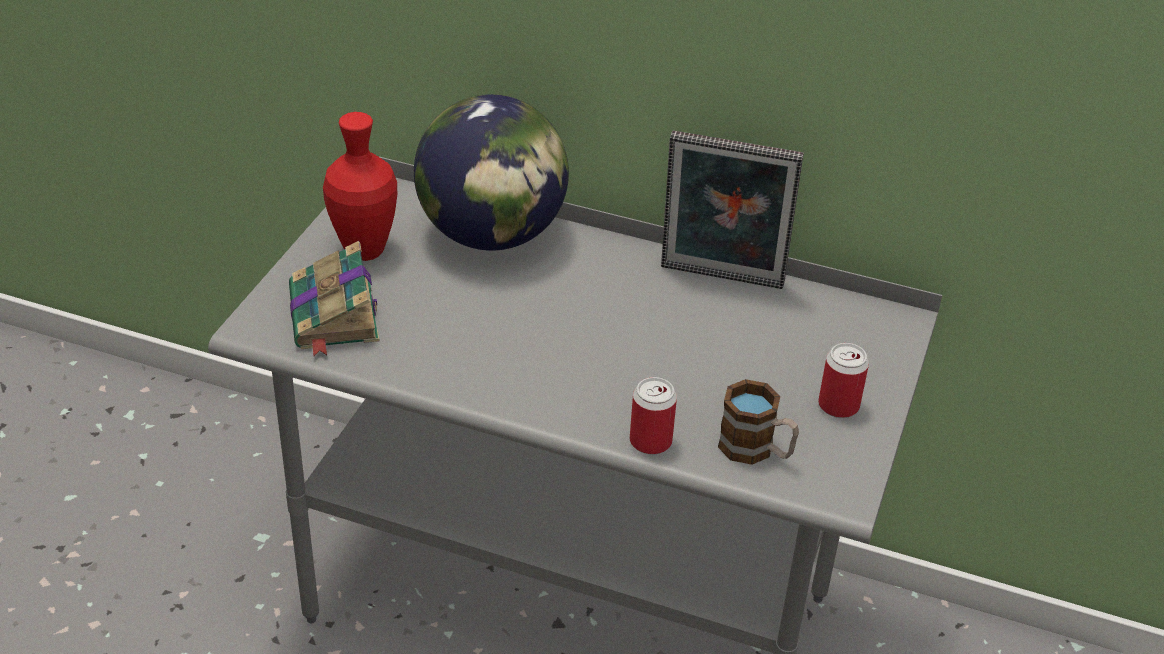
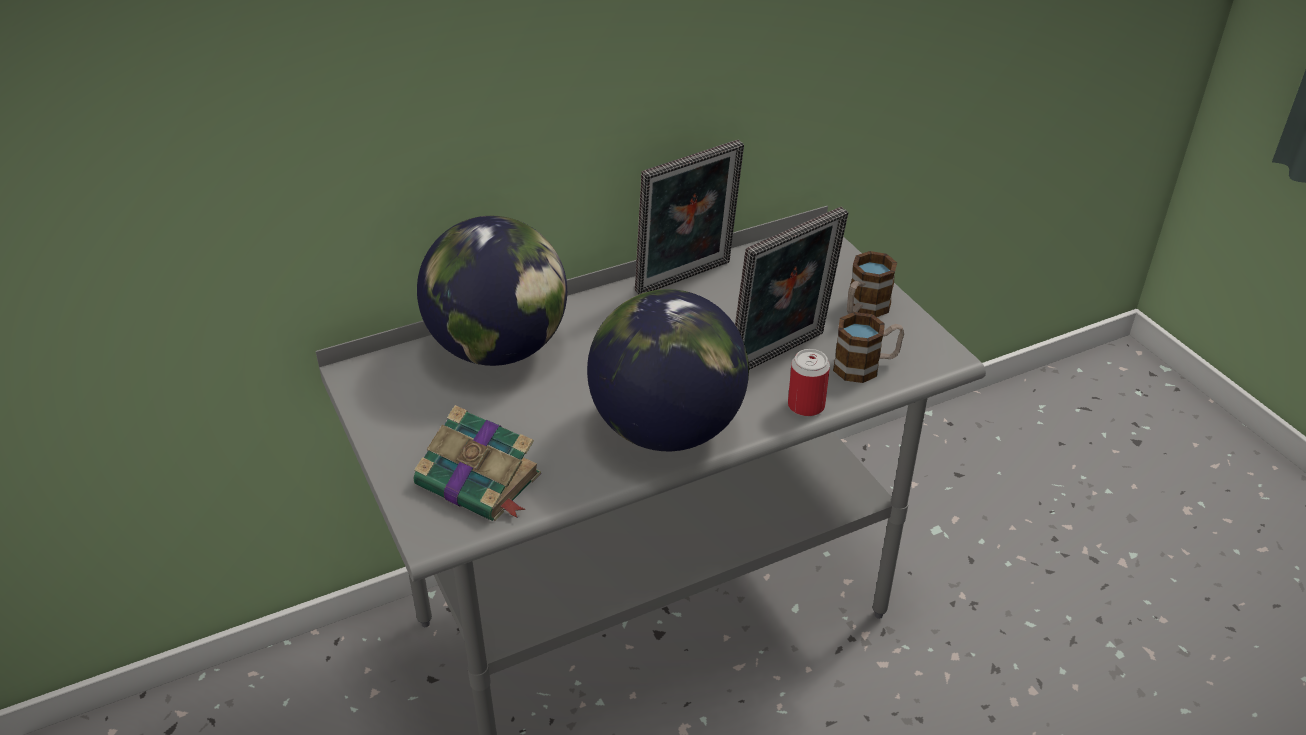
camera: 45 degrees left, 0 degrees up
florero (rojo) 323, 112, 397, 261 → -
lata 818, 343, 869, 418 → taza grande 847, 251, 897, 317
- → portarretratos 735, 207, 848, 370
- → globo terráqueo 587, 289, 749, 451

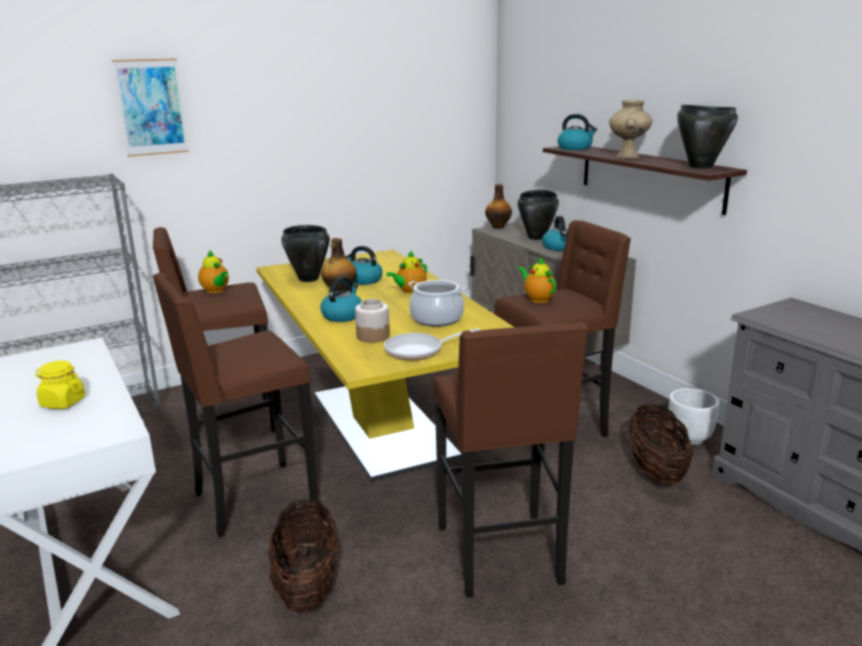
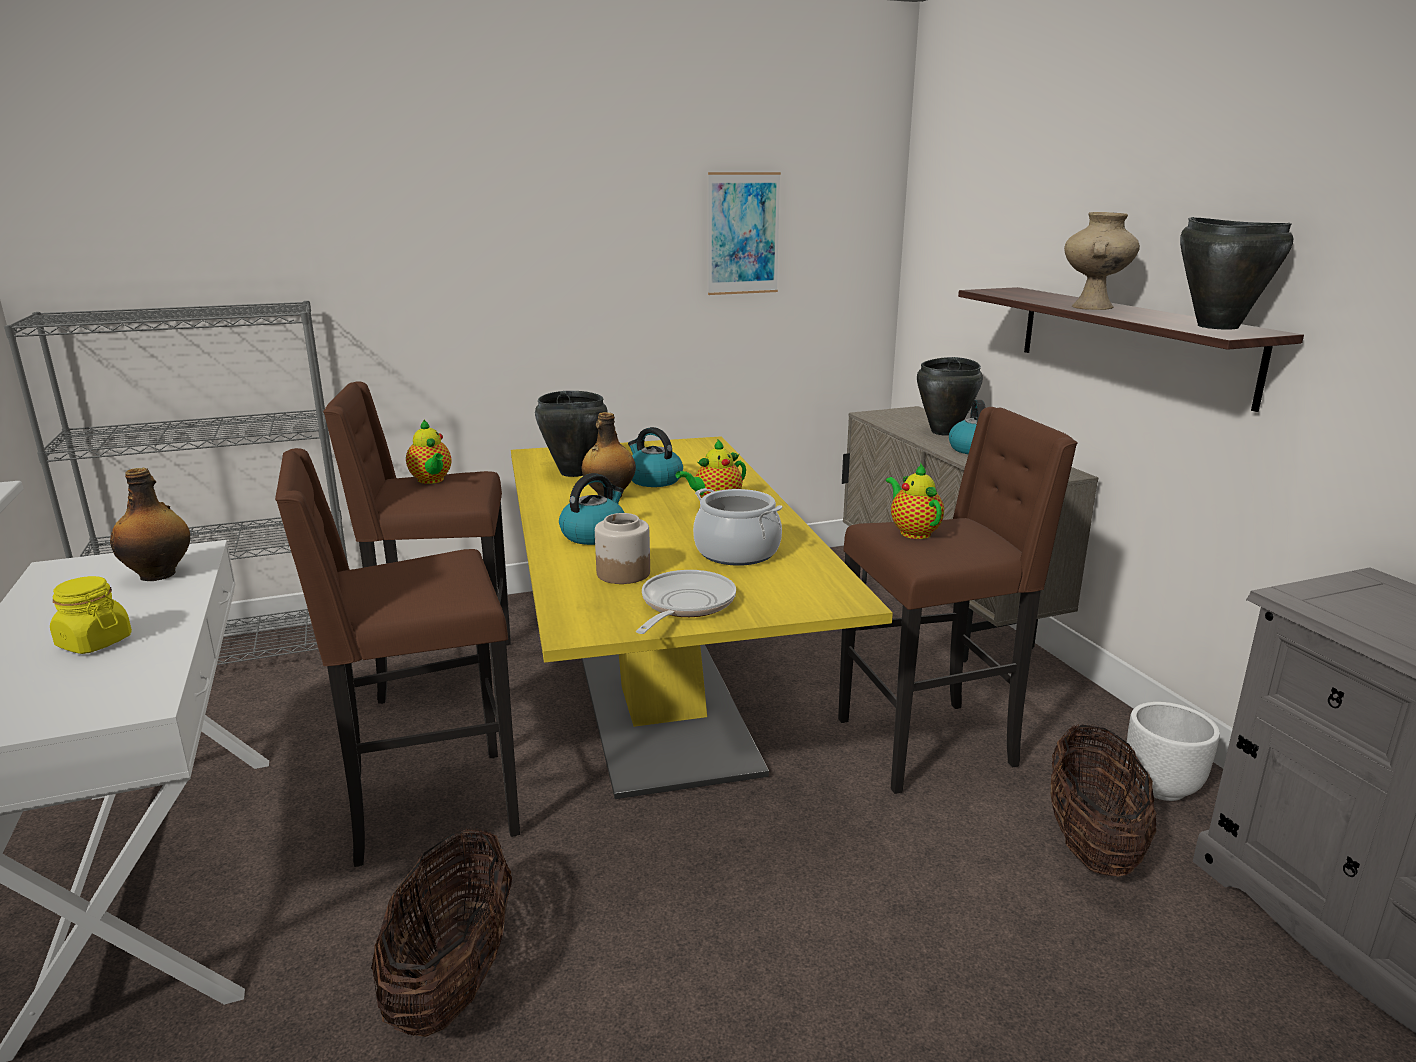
camera: 10 degrees right, 0 degrees up
cuadro 112, 58, 189, 157 → cuadro 708, 172, 781, 295, moved
hervidor 557, 114, 597, 150 → -
botella 485, 184, 512, 229 → botella 110, 468, 190, 581, moved
taburete (marrón) 433, 322, 588, 598 → -
sartén 384, 328, 480, 360 → sartén 636, 570, 736, 634, 120 degrees clockwise

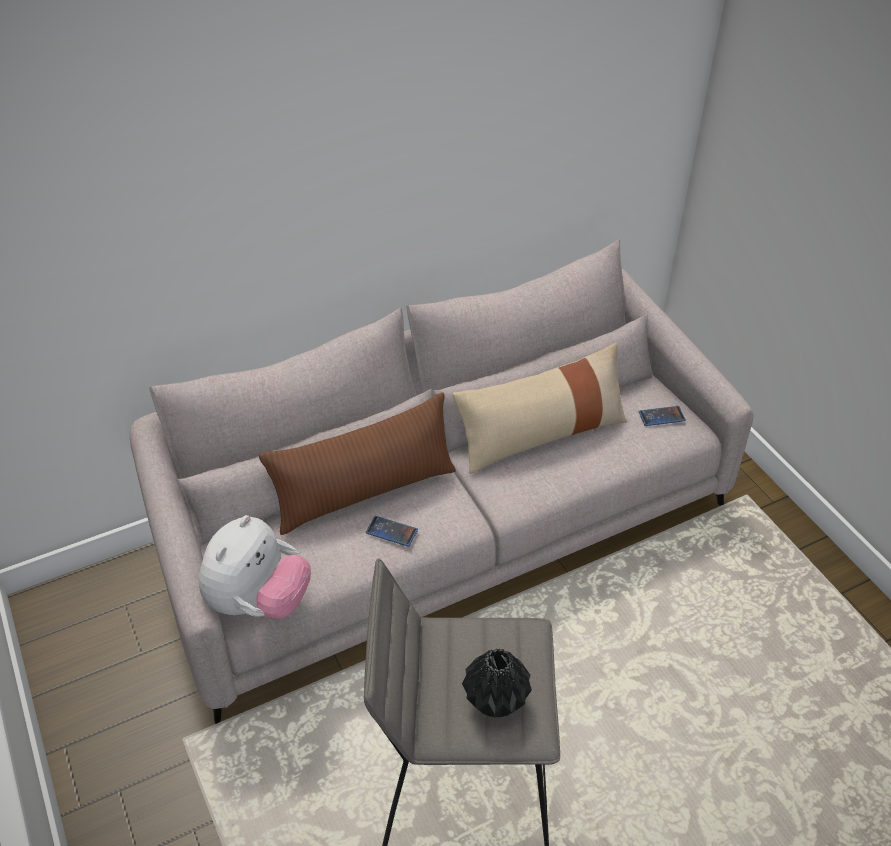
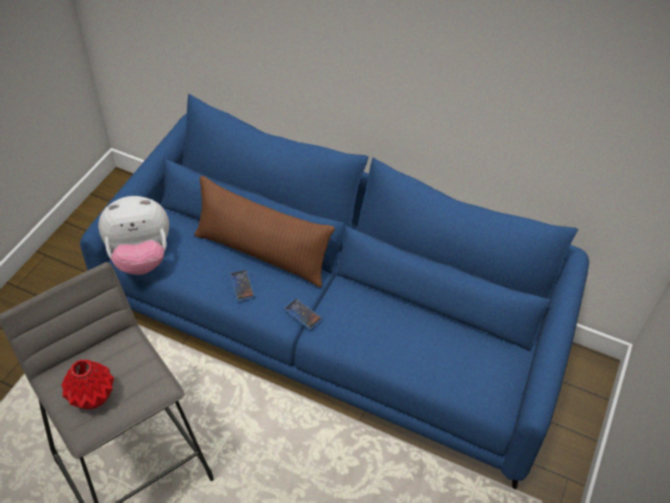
camera: 50 degrees right, 5 degrees up
sofá (gris) 130, 239, 754, 724 → sofá (azul) 80, 94, 589, 489
cojín (beis) 452, 343, 627, 474 → -
móvil 639, 406, 686, 426 → móvil 284, 298, 323, 330, moved
florero (negro) 462, 648, 532, 717 → florero (rojo) 61, 359, 114, 409

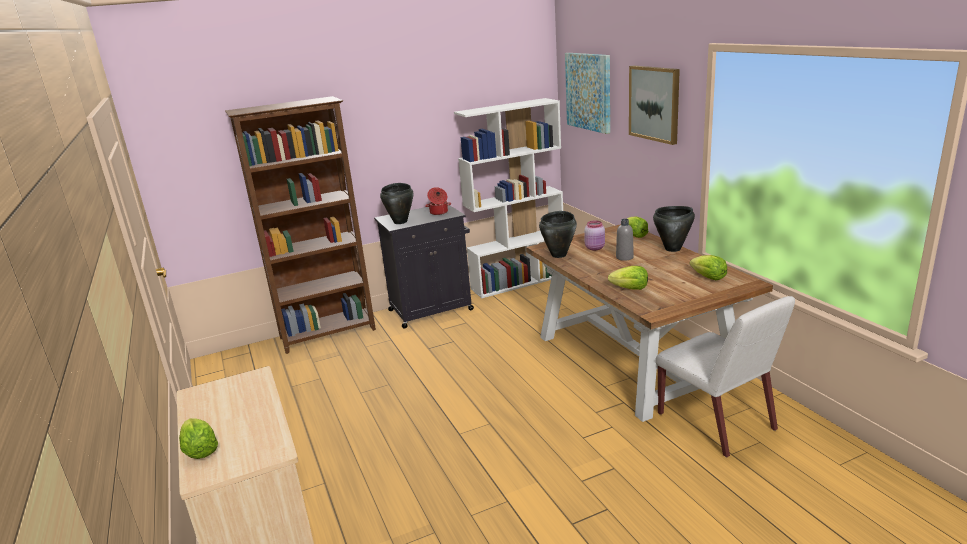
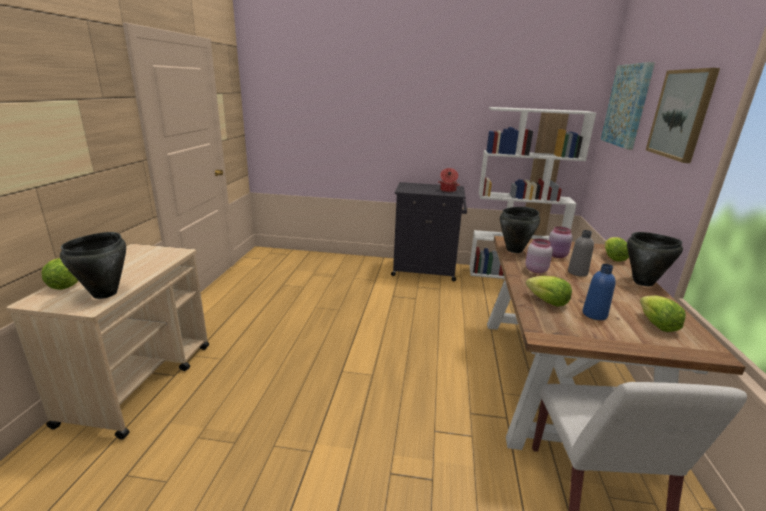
camera: 30 degrees right, 0 degrees up
estantería (marrón) 225, 96, 376, 354 → -
olla (negro) 380, 183, 413, 224 → olla (negro) 60, 232, 126, 299, moved
- → tarro (rosa) 525, 239, 553, 273
- → botella (azul) 583, 264, 616, 320

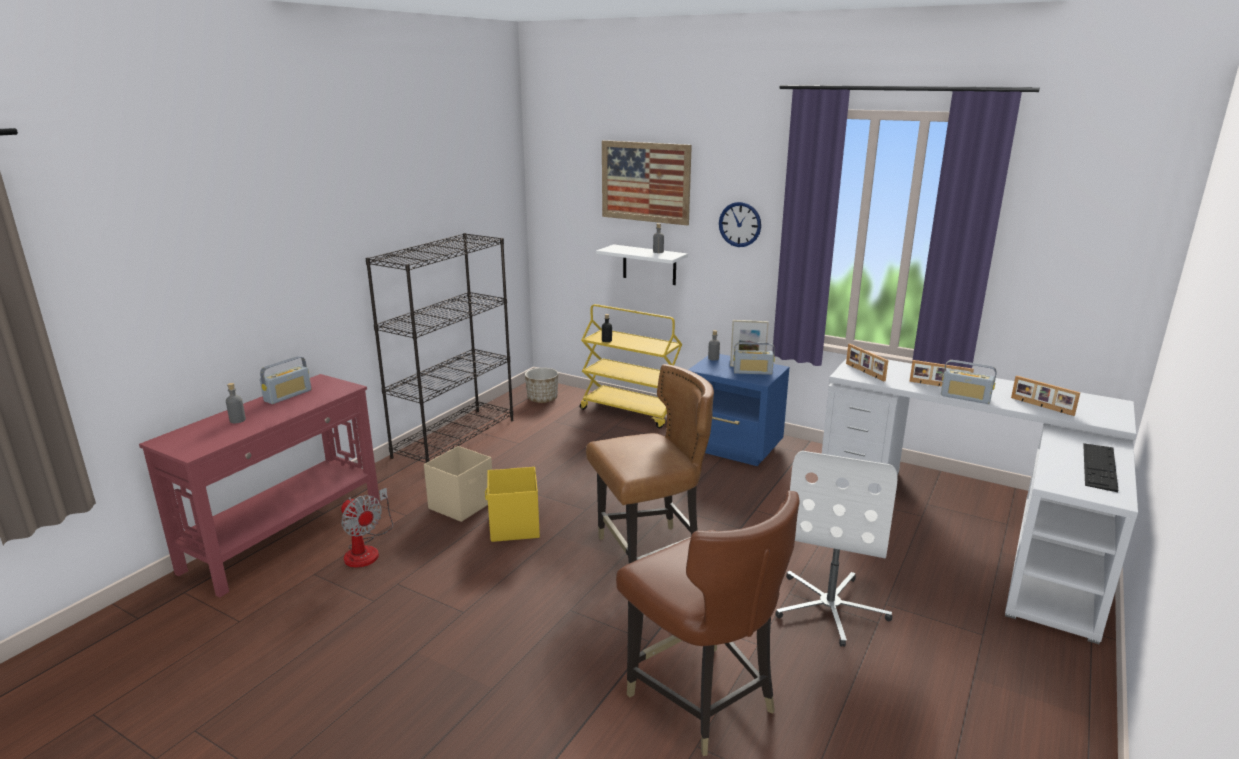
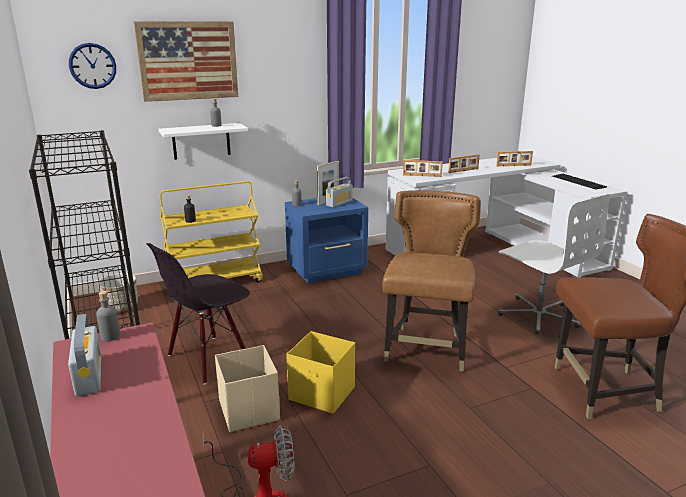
camera: 55 degrees left, 0 degrees up
reloj de pared 719, 202, 761, 247 → reloj de pared 69, 43, 116, 89, moved
radio 941, 360, 997, 404 → -
botella (gris) 226, 383, 246, 423 → botella (gris) 96, 291, 120, 341, moved
- → silla (negro) 146, 243, 250, 385

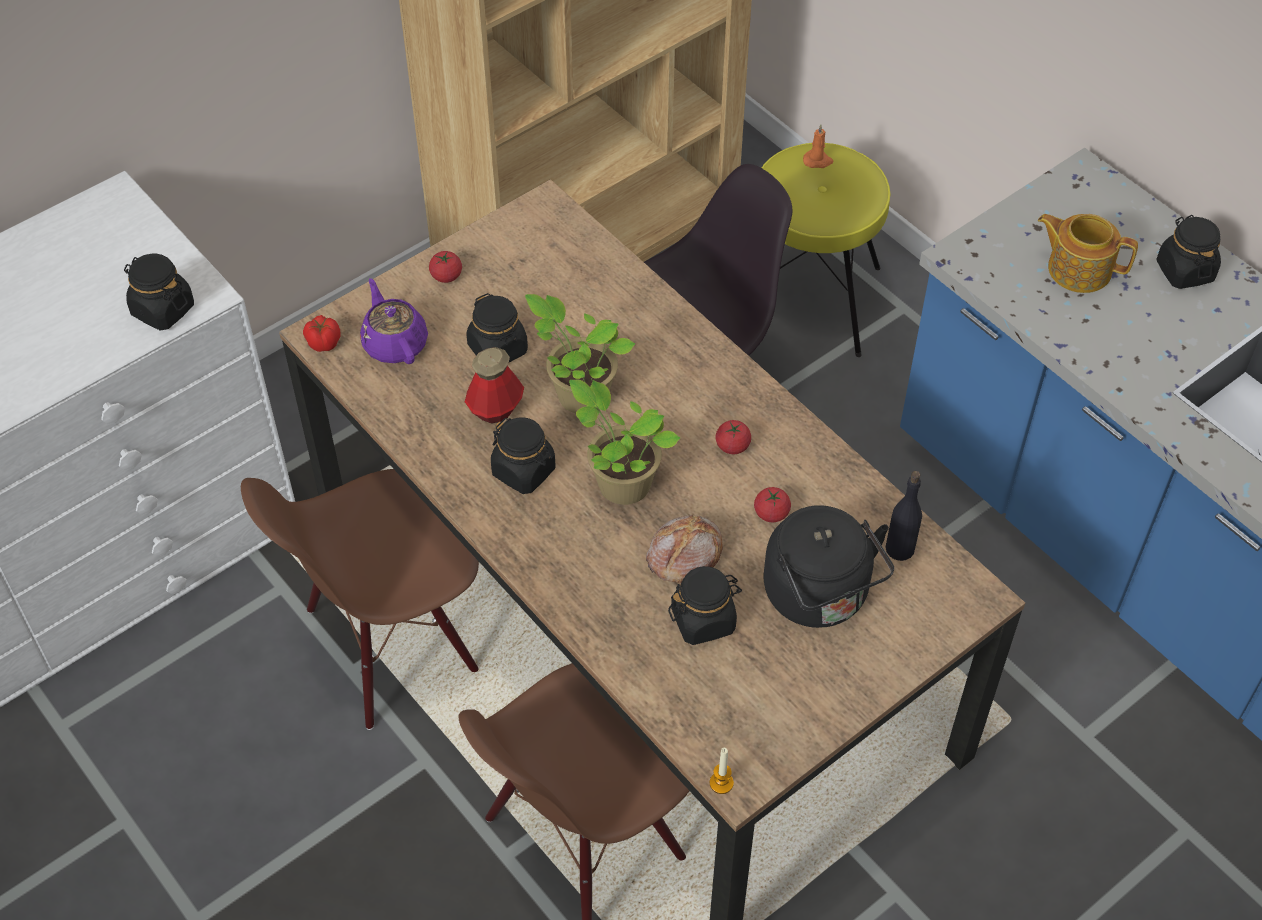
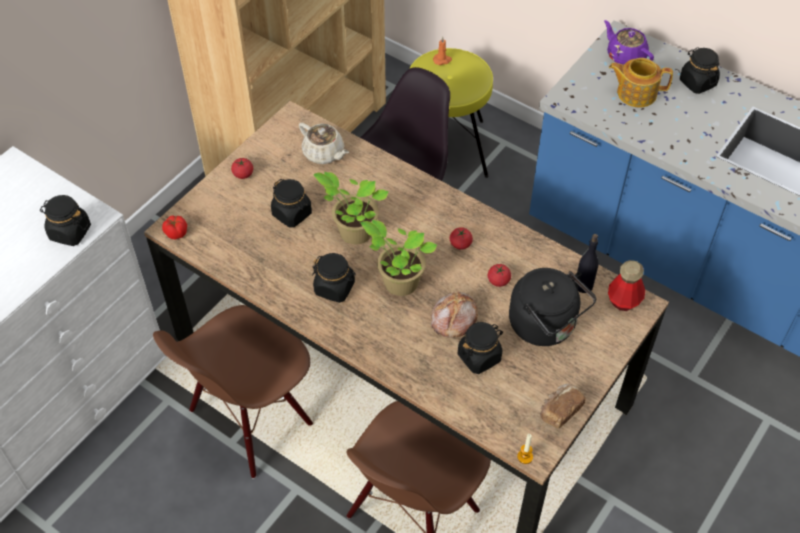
camera: 15 degrees left, 0 degrees up
tetera (morado) 360, 278, 428, 364 → tetera (morado) 604, 20, 654, 65, moved
botella 465, 347, 524, 424 → botella 608, 260, 645, 311, moved
- → tetera (beis) 299, 123, 349, 164
- → pan 540, 384, 586, 428

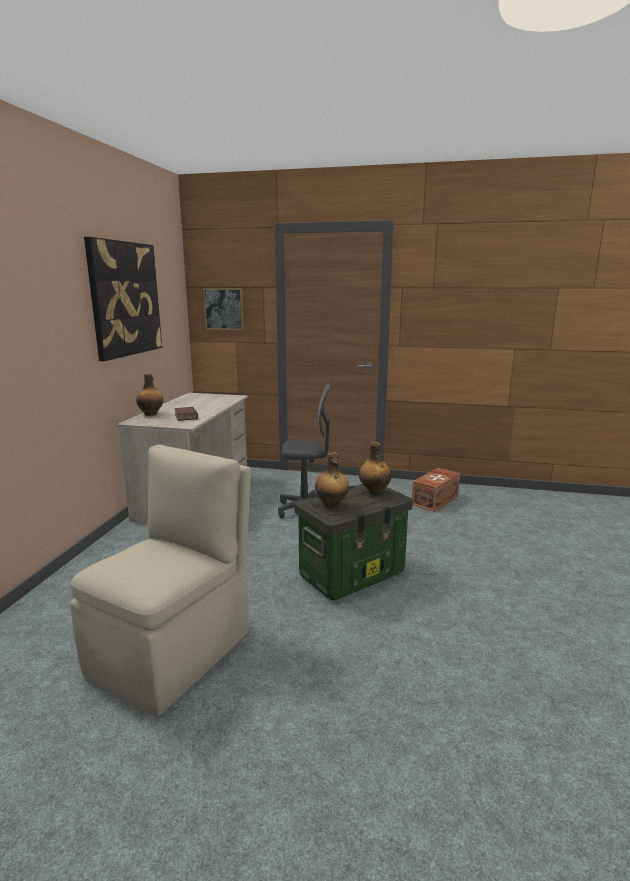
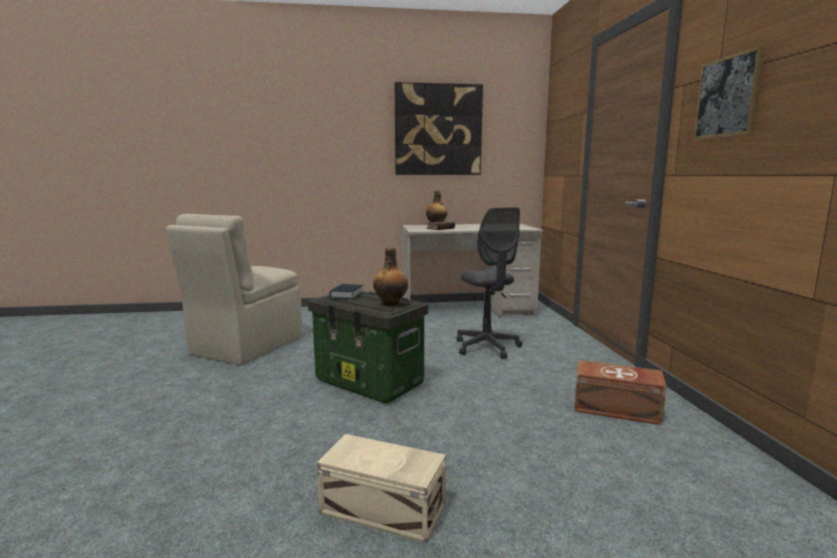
camera: 70 degrees right, 5 degrees down
cuadro 203, 288, 244, 330 → cuadro 693, 46, 765, 139, moved
silla (beis) 70, 444, 251, 716 → silla (beis) 166, 214, 302, 365, 105 degrees clockwise
botella 315, 452, 349, 508 → libro 330, 284, 364, 299
- → caja de almacenaje (beis) 317, 434, 446, 543

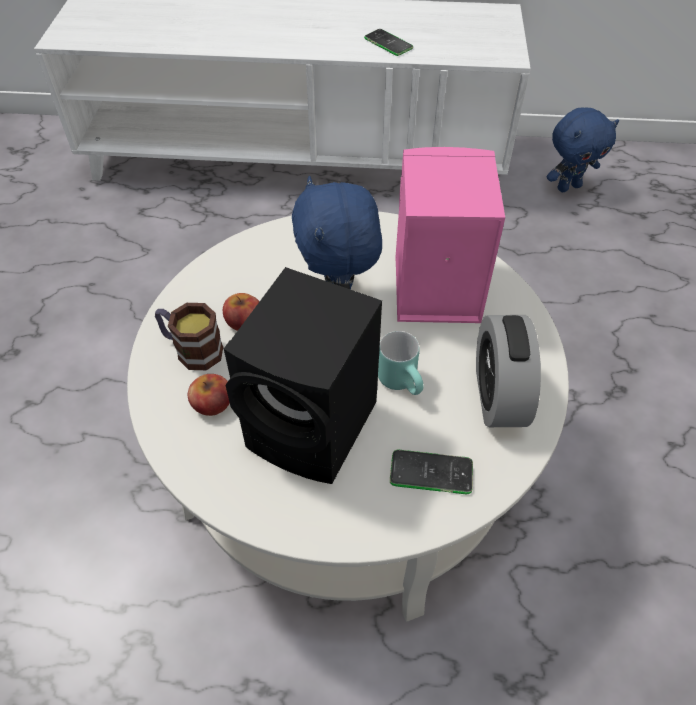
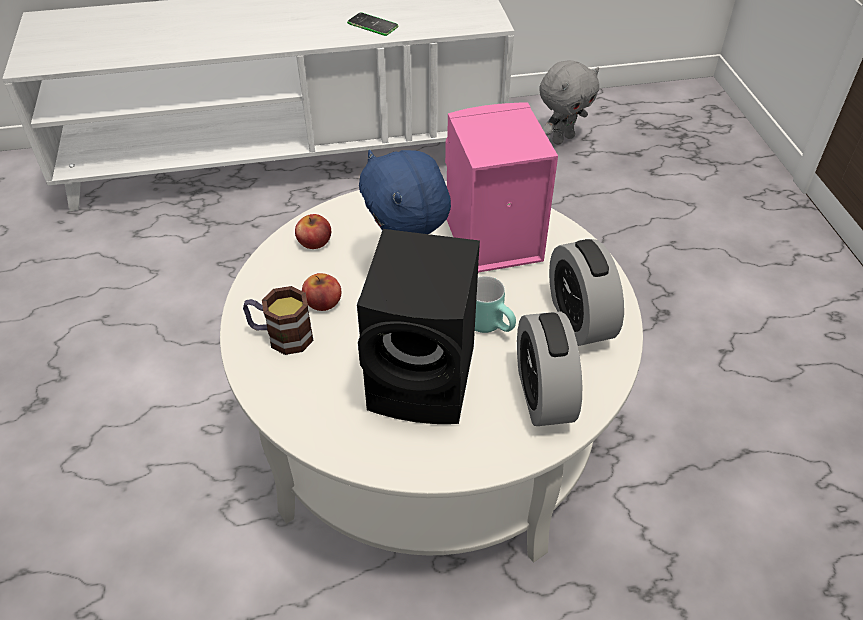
camera: 15 degrees left, 5 degrees down
peluche (azul) 547, 108, 619, 192 → peluche (gris) 539, 60, 599, 145
manzana 188, 374, 230, 416 → manzana 295, 214, 331, 249, moved
móvil 390, 449, 473, 494 → despertador 517, 311, 582, 426

